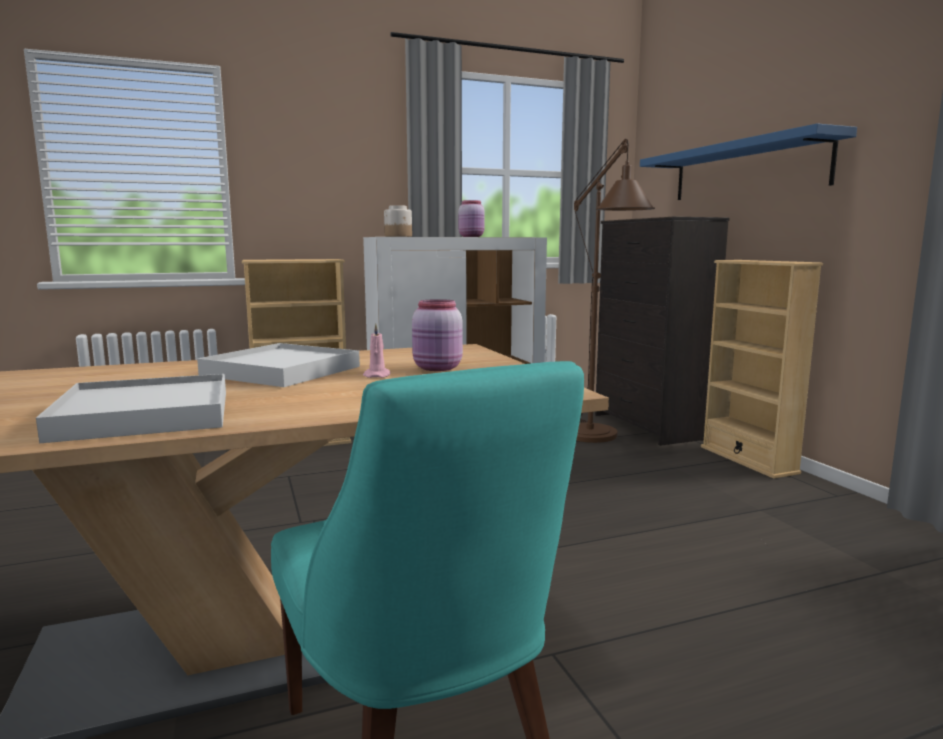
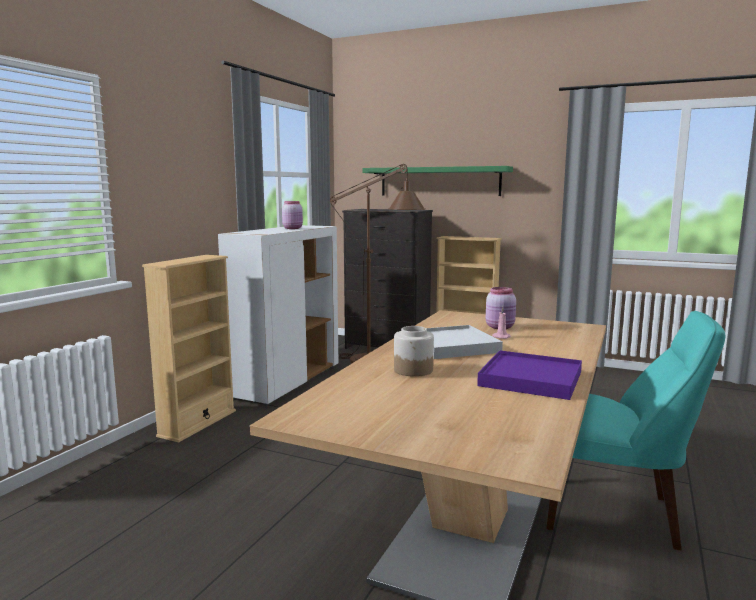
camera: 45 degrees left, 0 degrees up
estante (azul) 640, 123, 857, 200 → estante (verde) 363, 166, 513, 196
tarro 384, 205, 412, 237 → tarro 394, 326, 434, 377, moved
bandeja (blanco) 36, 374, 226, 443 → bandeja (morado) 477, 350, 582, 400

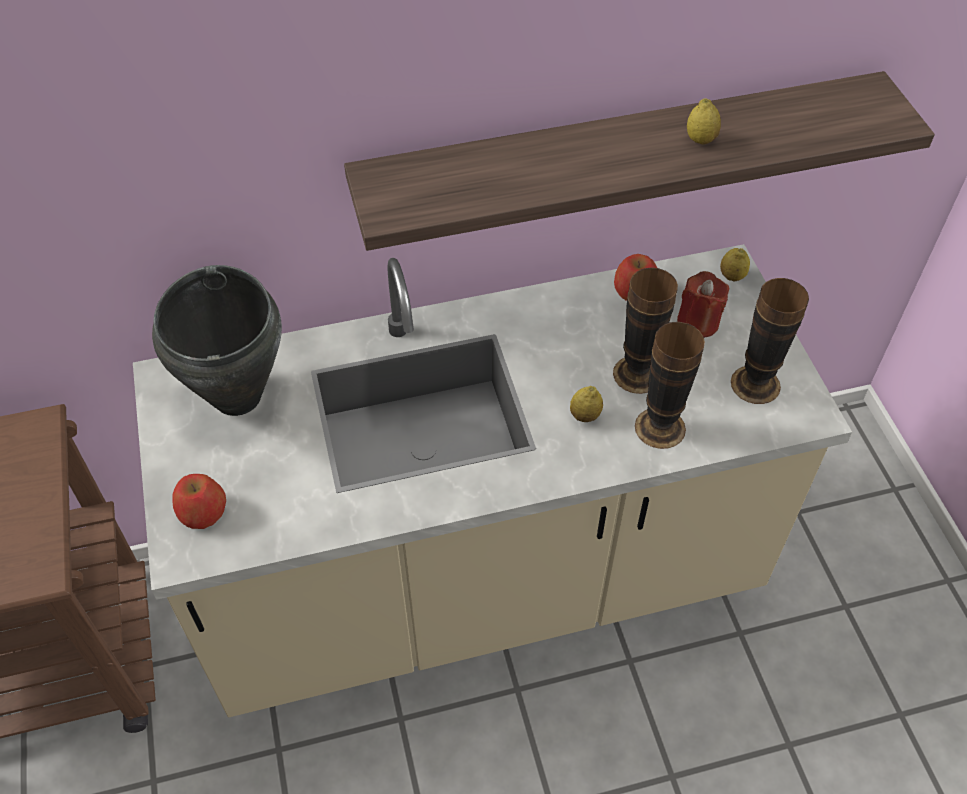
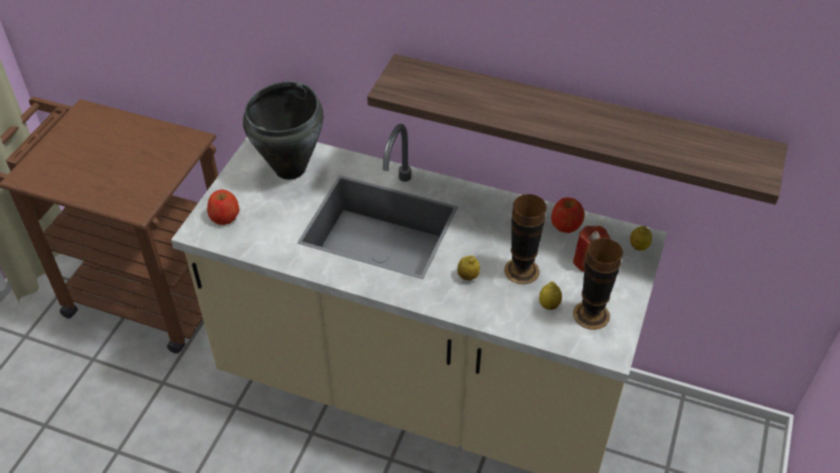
camera: 35 degrees right, 5 degrees down
limón 687, 98, 721, 144 → limón 539, 281, 562, 310, moved
florero 635, 322, 705, 449 → -

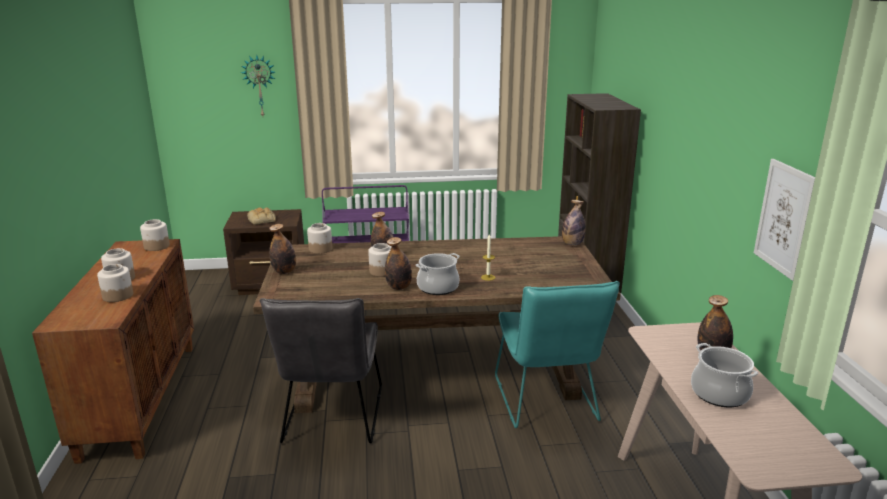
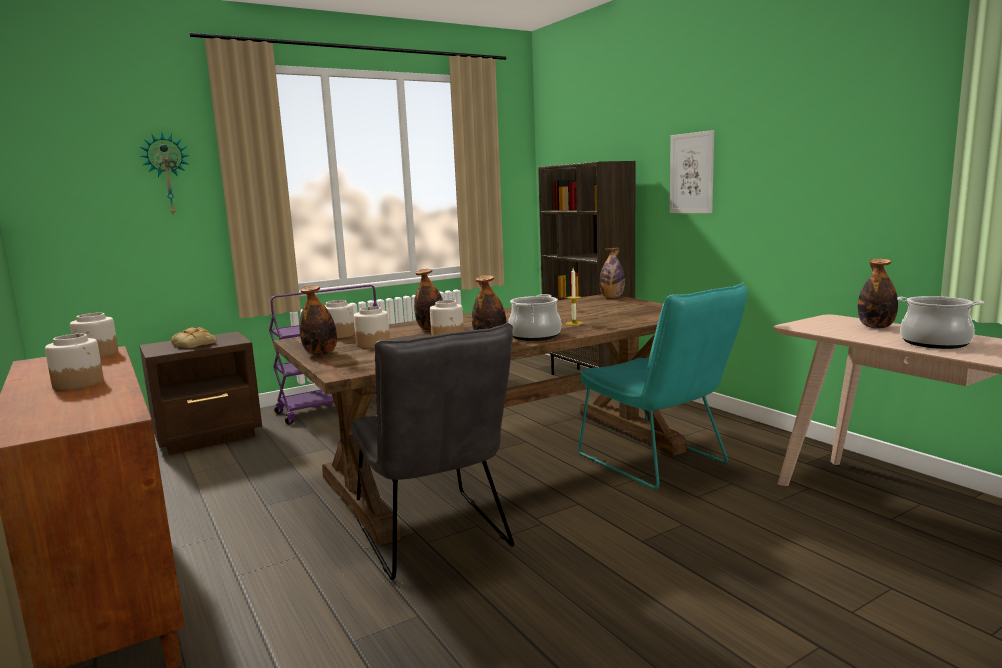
camera: 25 degrees left, 10 degrees down
cuadro 754, 159, 815, 281 → cuadro 670, 130, 714, 214, moved
tarro 97, 264, 133, 302 → tarro 354, 307, 390, 348, moved

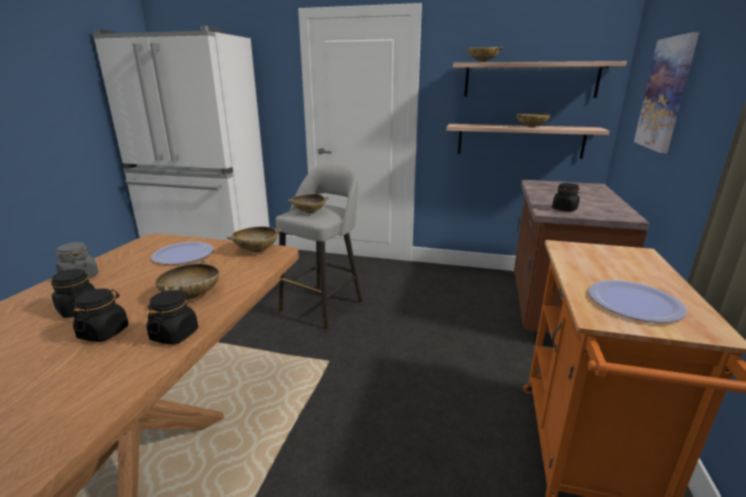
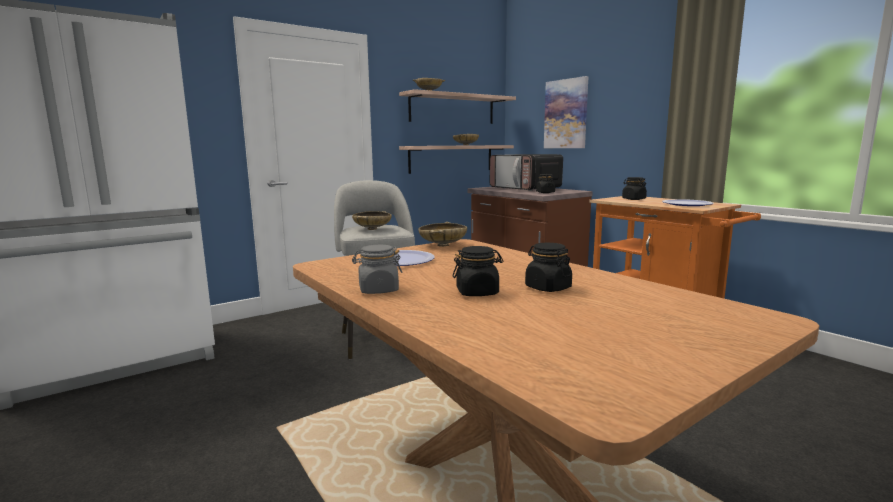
camera: 50 degrees left, 10 degrees down
cuenco (beis) 155, 260, 220, 299 → -
tarro (negro) 147, 290, 198, 345 → tarro (negro) 622, 177, 647, 200, moved
- → microondas 490, 154, 563, 191

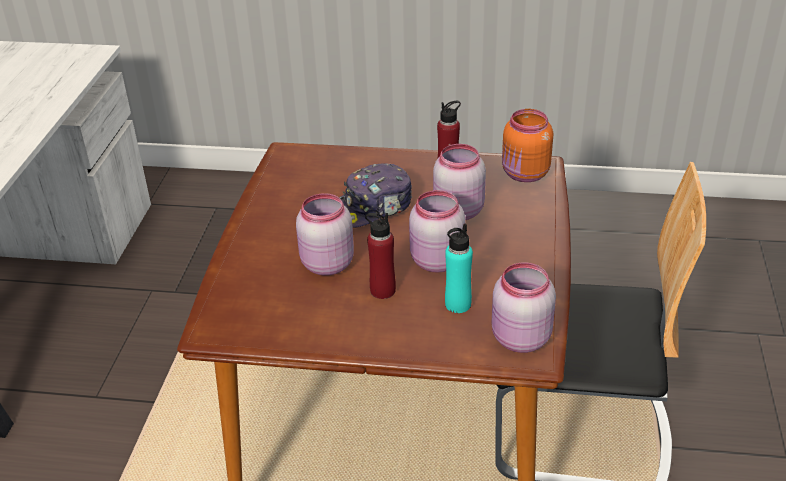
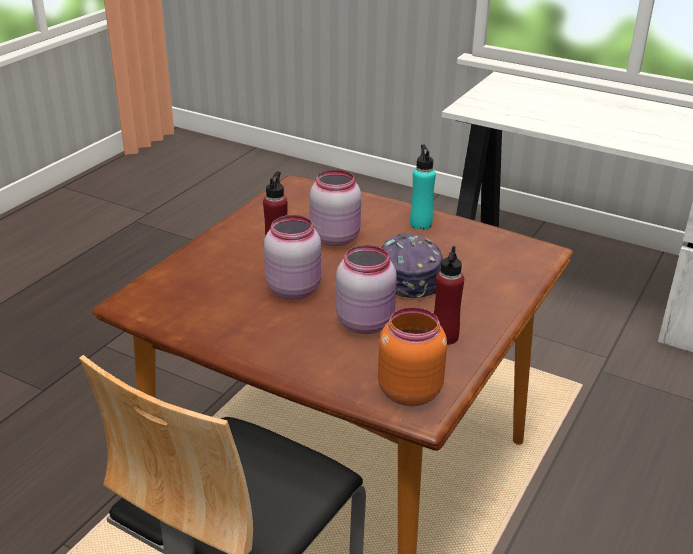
camera: 110 degrees right, 5 degrees down
botella (turquesa) 445, 224, 473, 313 → botella (turquesa) 410, 145, 436, 230, moved
tarro (rosa) 492, 262, 556, 353 → -

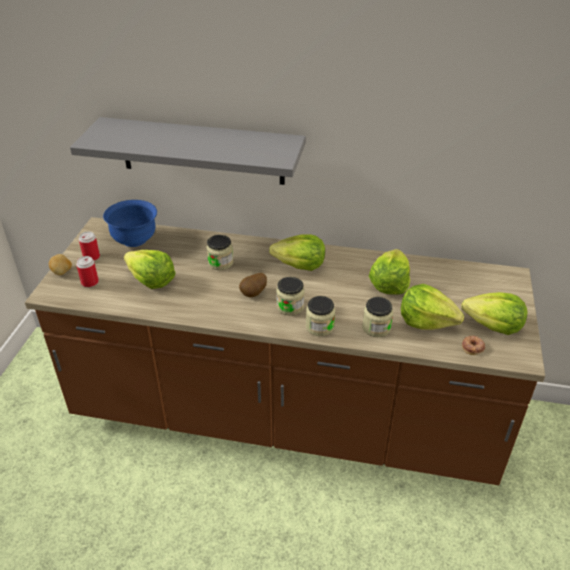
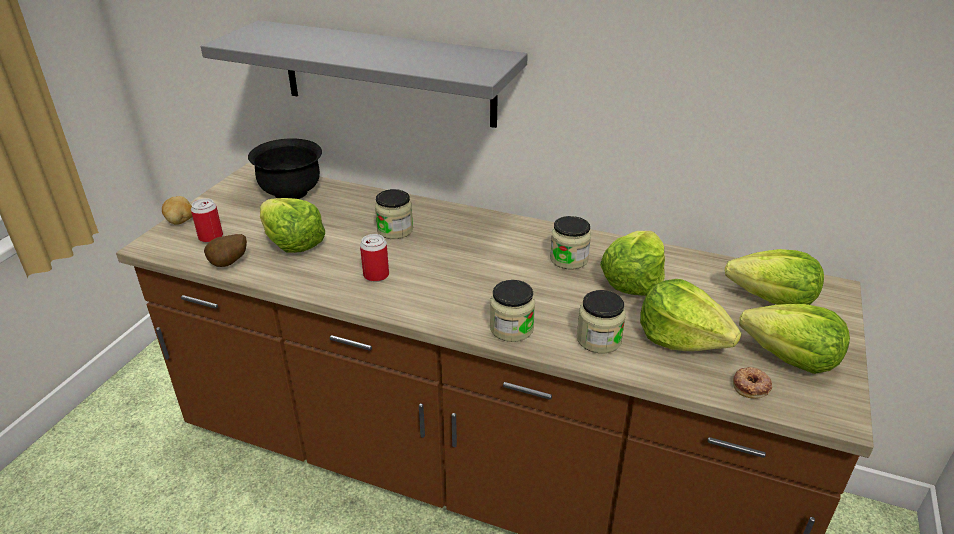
camera: 10 degrees right, 5 degrees down
cuenco (azul) 103, 200, 157, 247 → cuenco (negro) 248, 138, 322, 199
lata 79, 231, 100, 261 → lata 360, 234, 389, 282, moved
lechuga 269, 234, 325, 271 → lechuga 725, 249, 824, 305, moved
patata 239, 273, 267, 297 → patata 204, 234, 247, 267, moved
tarro 276, 277, 305, 316 → tarro 550, 216, 591, 270, moved

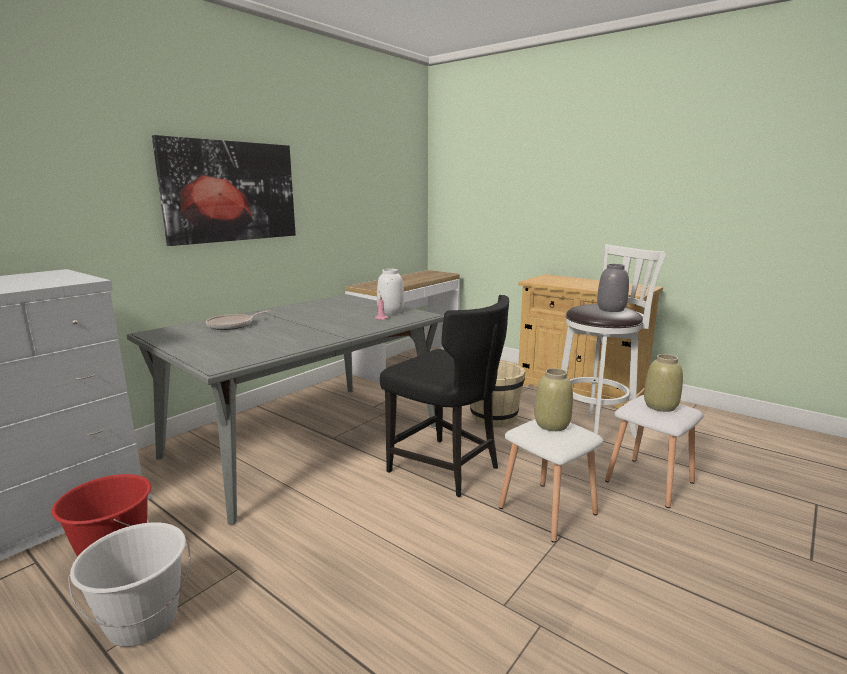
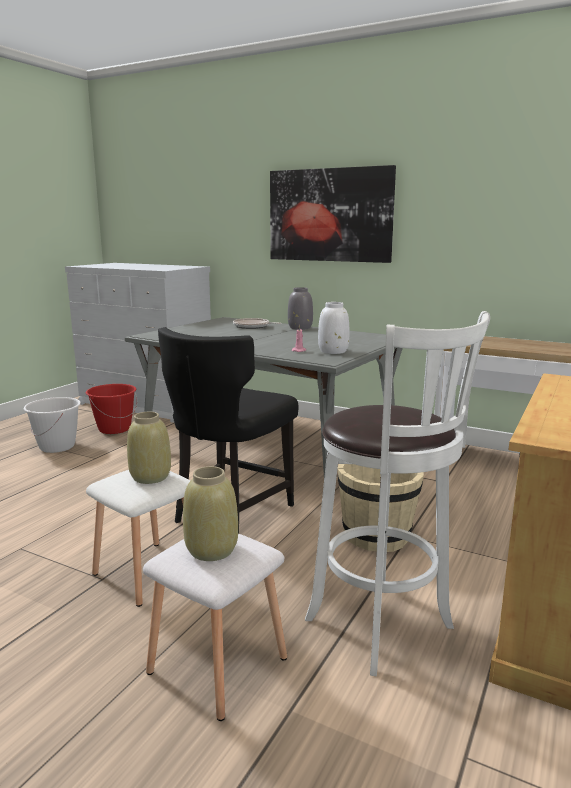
camera: 80 degrees right, 0 degrees up
florero (gris) 597, 264, 629, 312 → florero (gris) 288, 287, 313, 330, moved

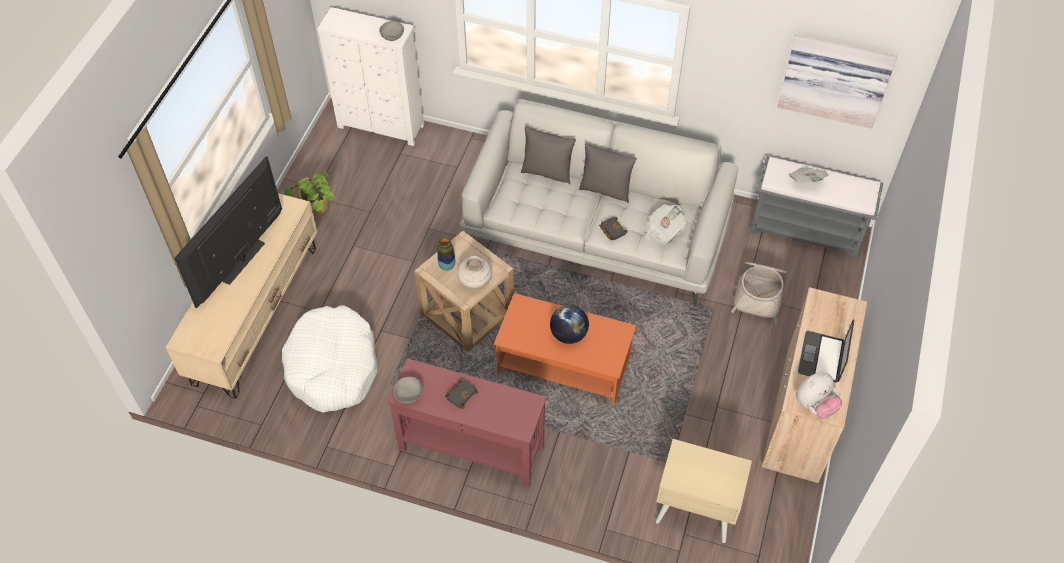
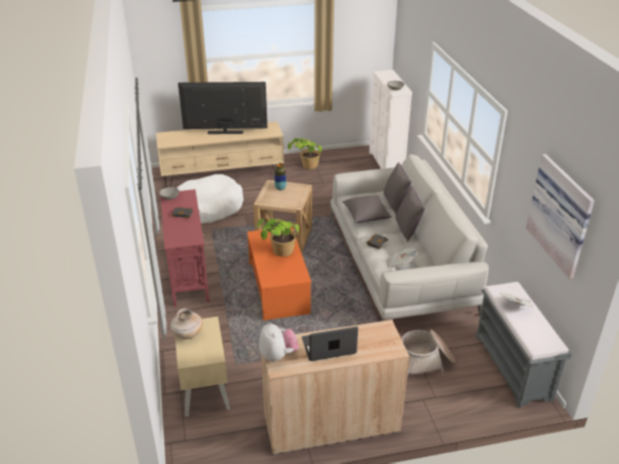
camera: 60 degrees right, 20 degrees down
florero (beis) 457, 256, 492, 289 → florero (beis) 170, 308, 203, 339, moved
globo terráqueo 550, 305, 589, 344 → planta en maceta 257, 219, 299, 257
peluche 796, 372, 842, 419 → peluche 259, 322, 299, 362, 135 degrees counterclockwise
- → cojín (gris) 342, 196, 391, 223

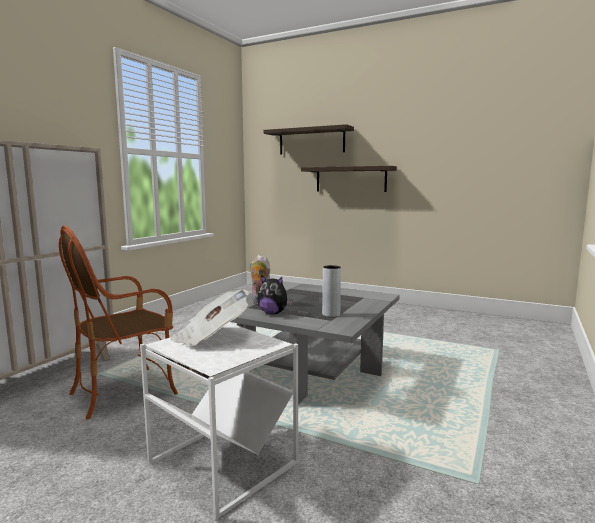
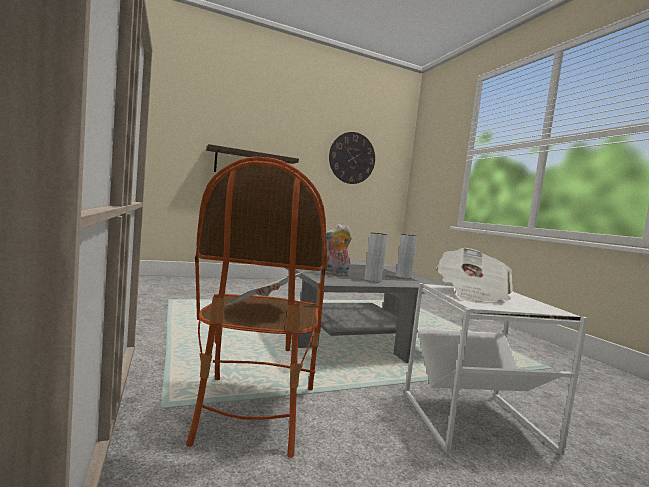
camera: 50 degrees left, 5 degrees down
estante 263, 124, 354, 155 → -
peluche 257, 275, 292, 314 → florero (gris) 365, 233, 387, 282
- → reloj de pared 329, 132, 375, 184
- → periódico 225, 271, 304, 306

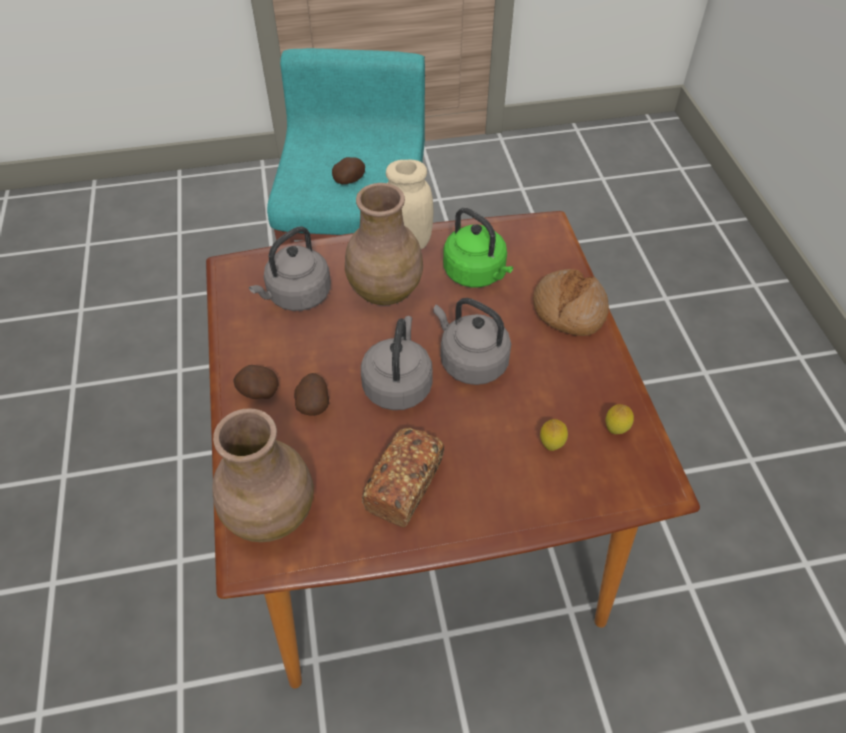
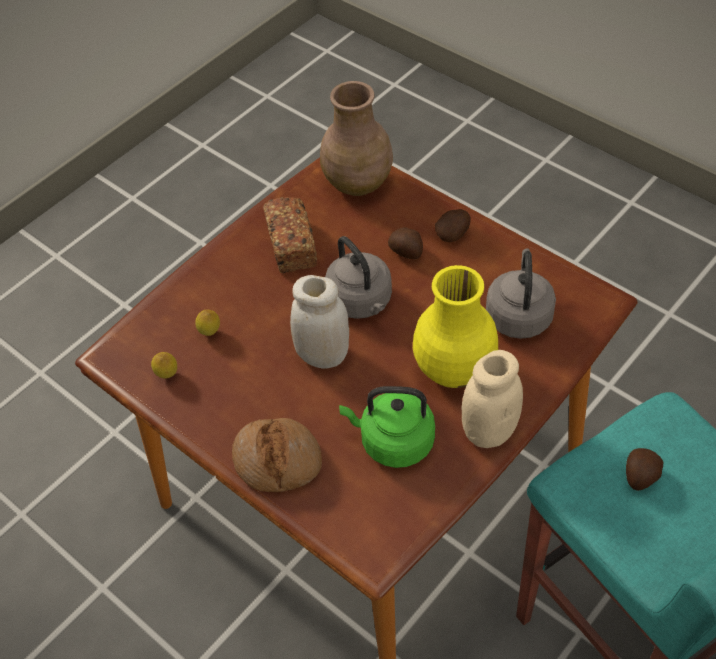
camera: 145 degrees right, 0 degrees up
florero (marrón) 345, 183, 423, 305 → florero (amarillo) 413, 265, 498, 388
hervidor (gris) 433, 298, 511, 385 → tarro (blanco) 290, 275, 349, 369

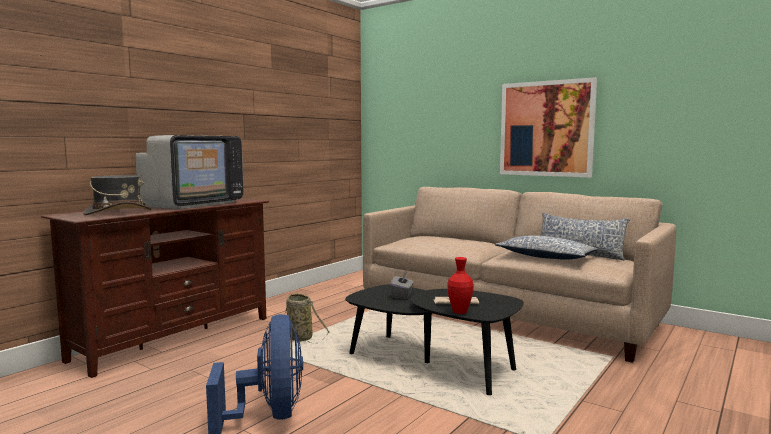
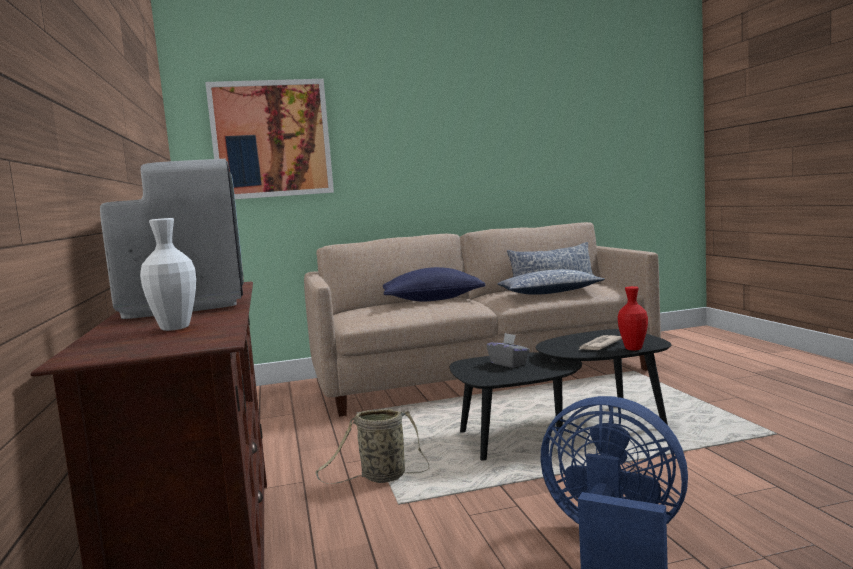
camera: 50 degrees left, 0 degrees up
cuadro 500, 77, 597, 178 → cuadro 205, 79, 334, 199, moved
sombrero (gris) 83, 175, 152, 215 → florero (blanco) 140, 218, 196, 331
- → cojín (azul) 383, 267, 485, 302

